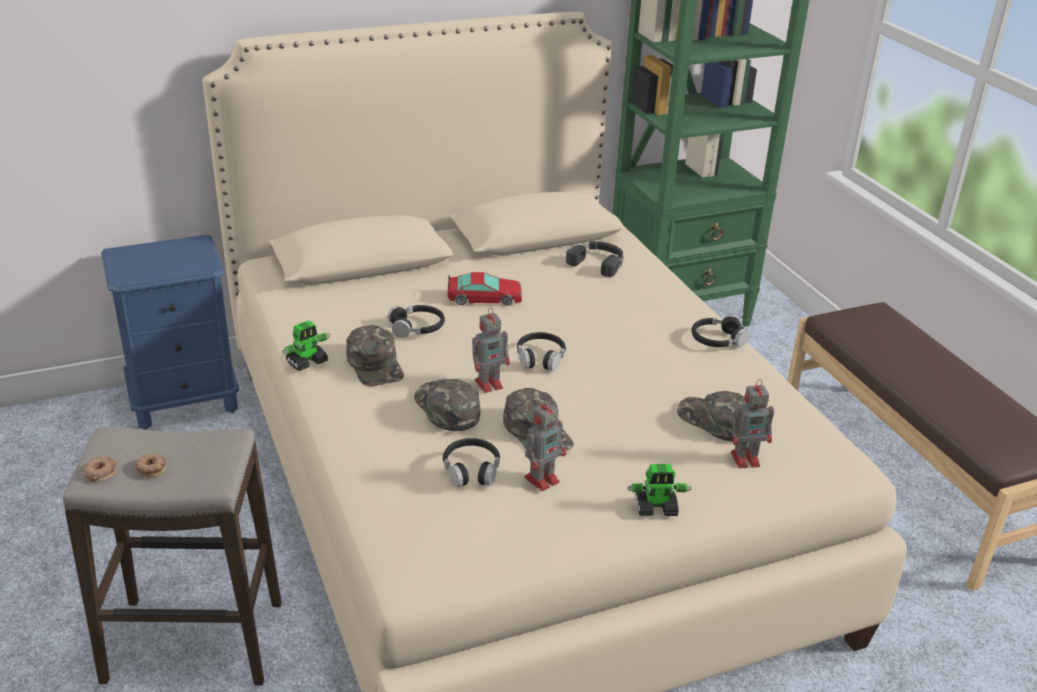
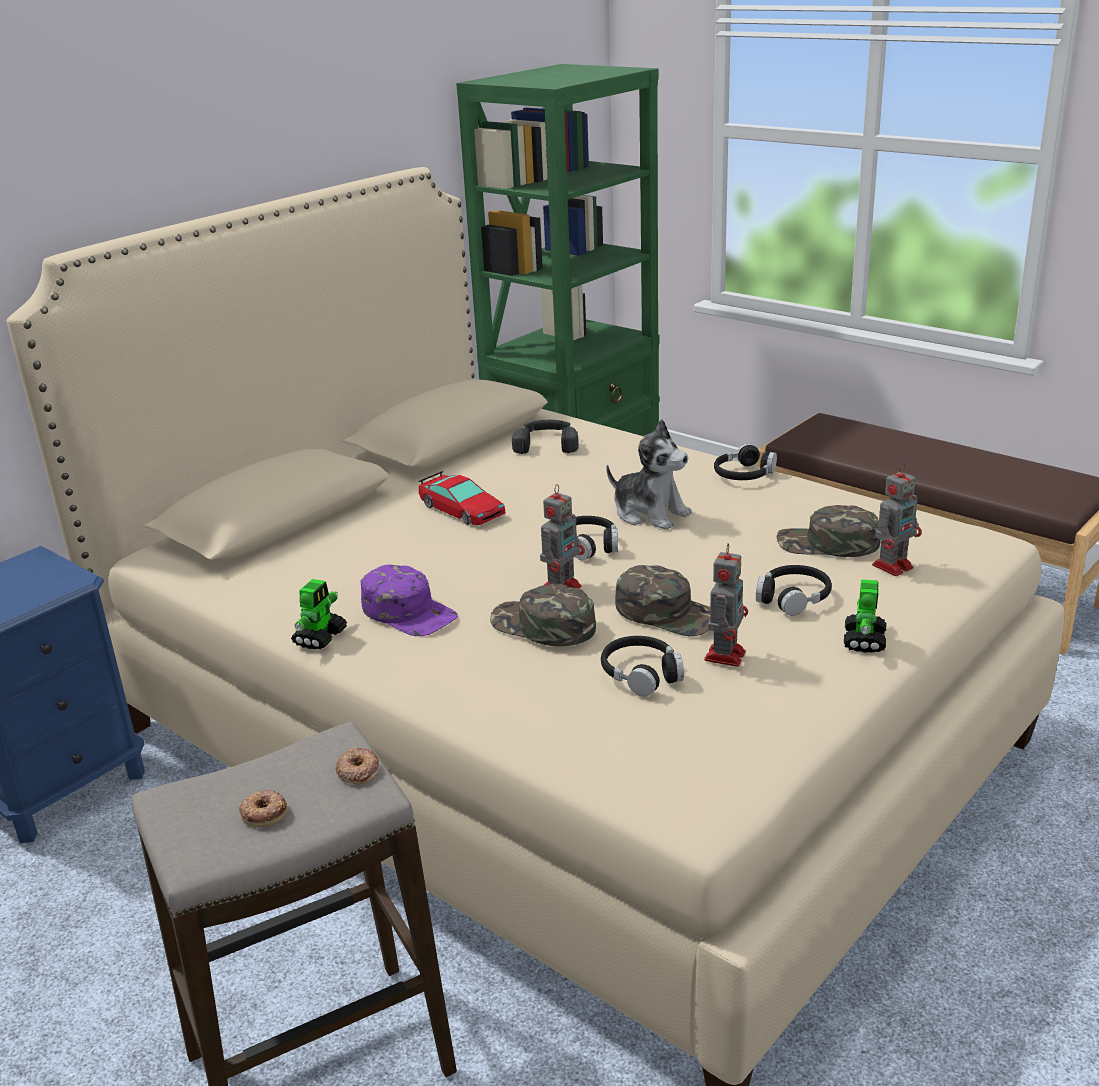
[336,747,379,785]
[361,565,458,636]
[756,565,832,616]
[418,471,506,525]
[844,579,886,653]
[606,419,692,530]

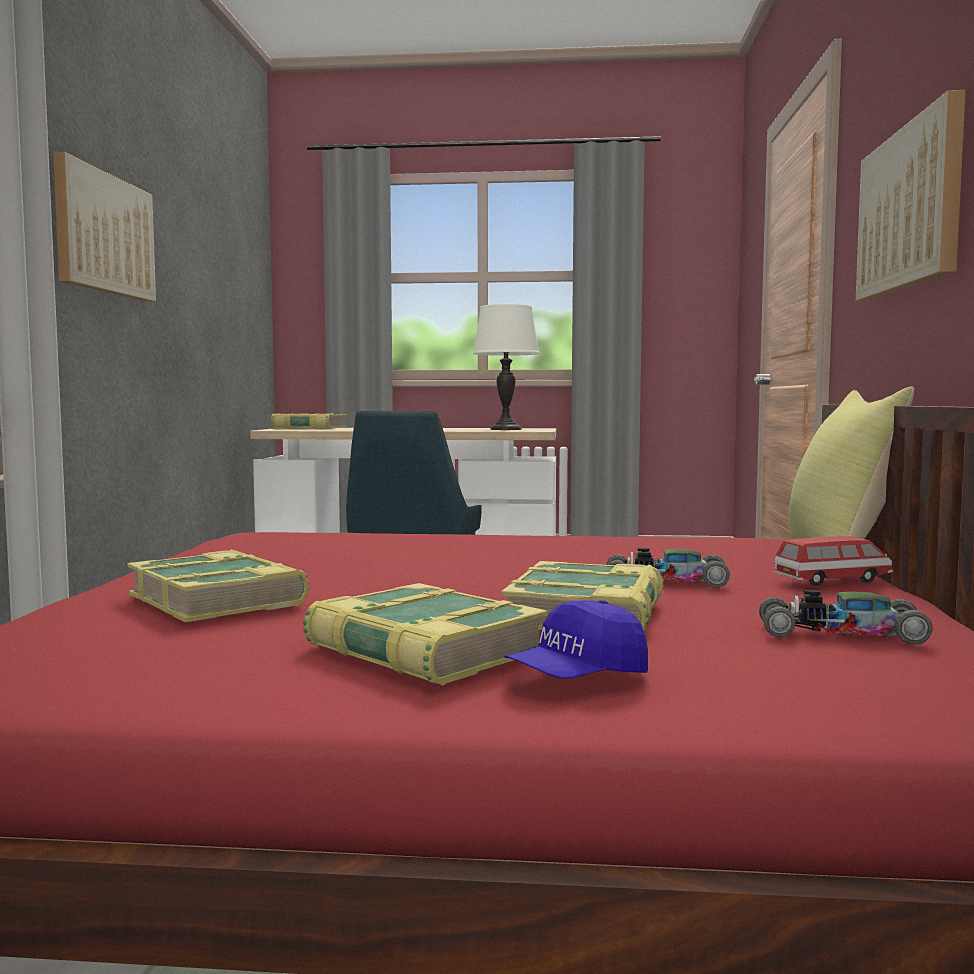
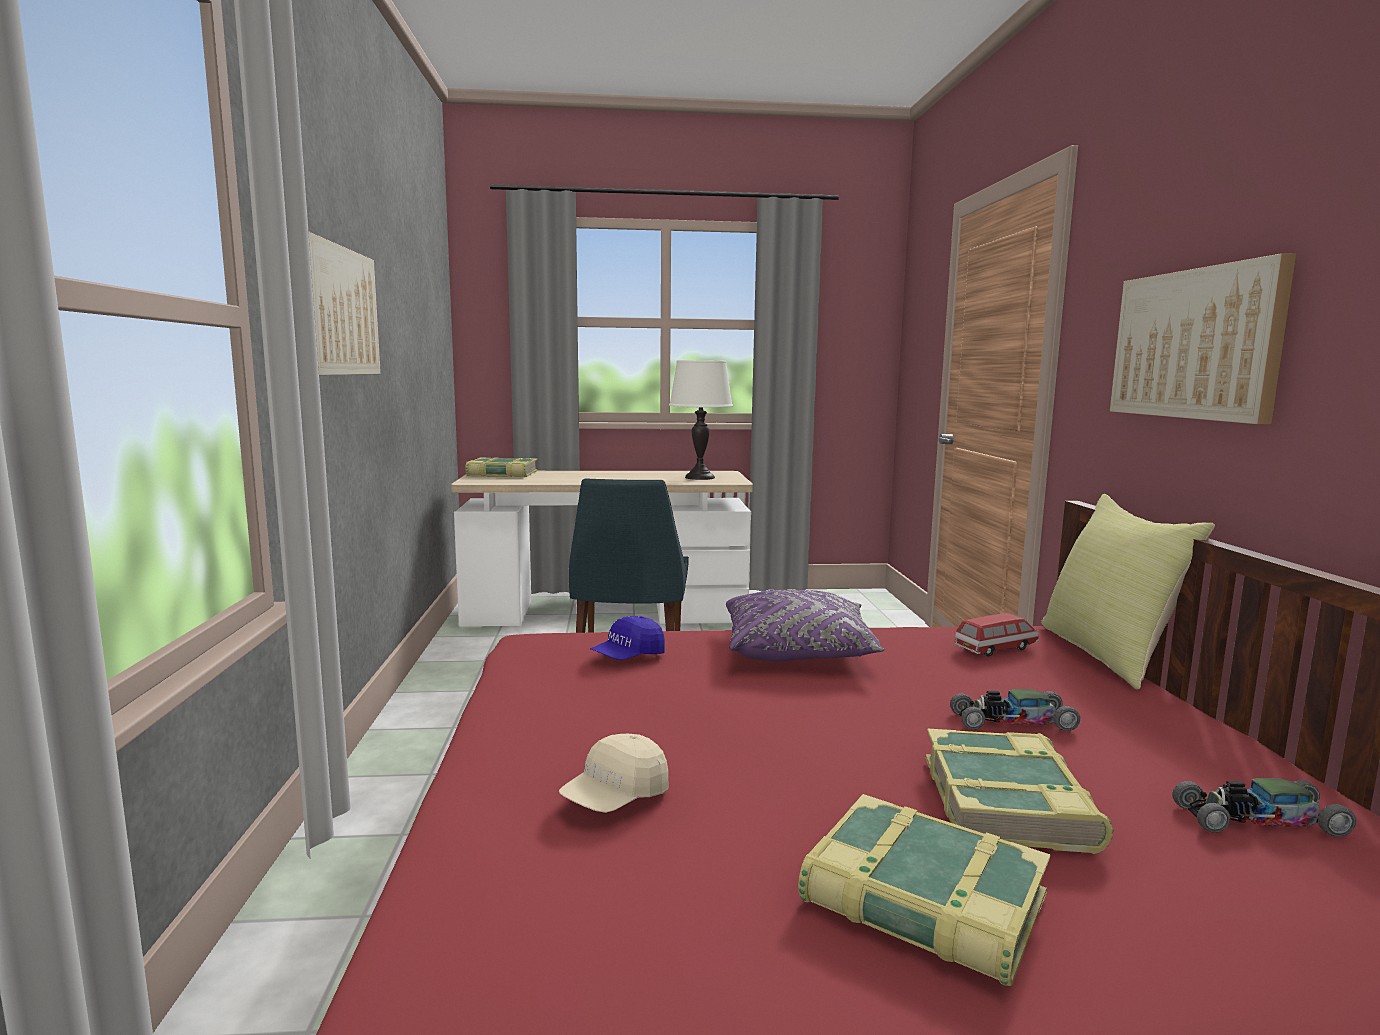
[559,734,668,813]
[590,616,665,660]
[954,613,1039,657]
[726,590,885,662]

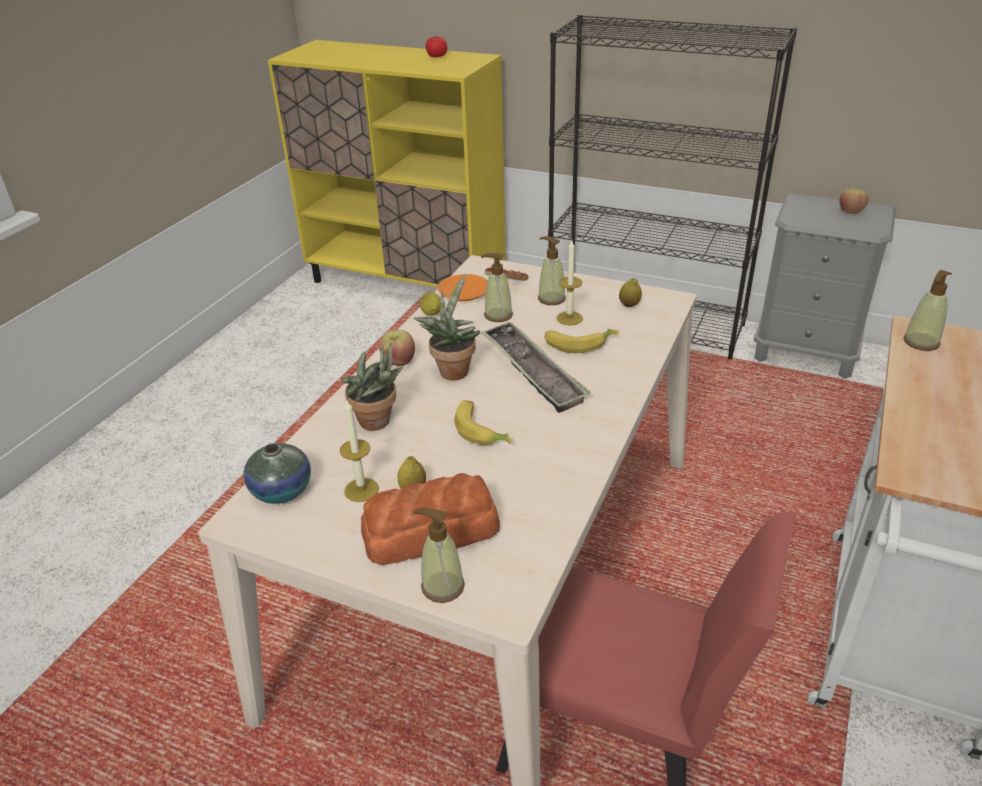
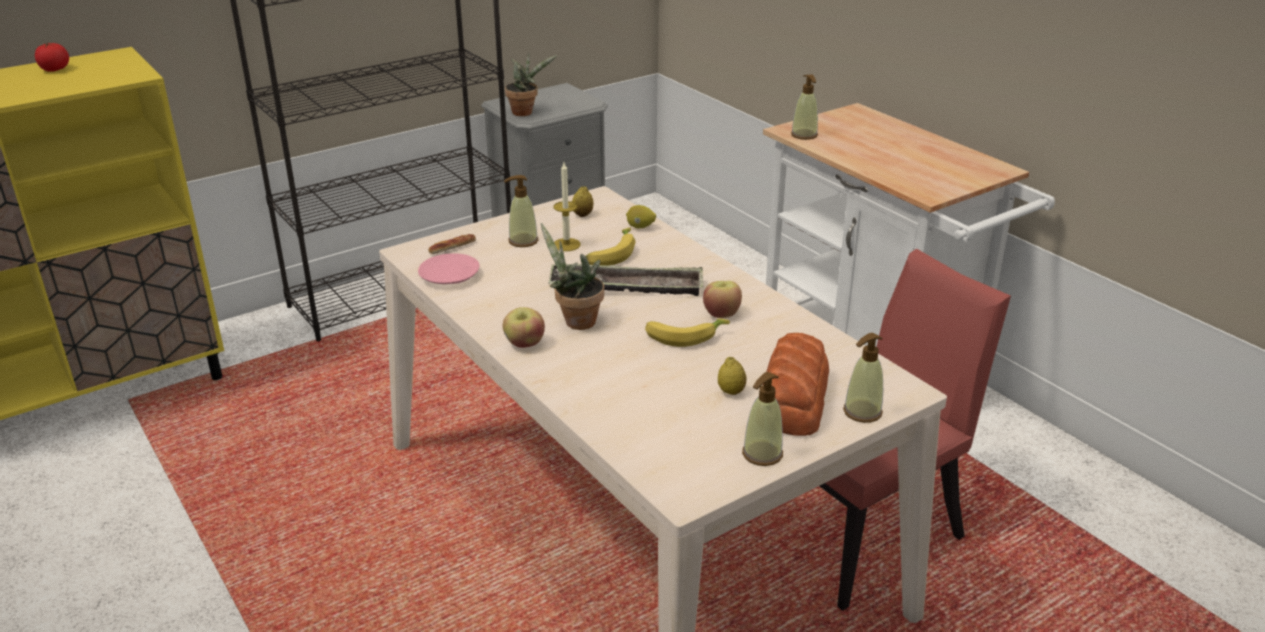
[243,443,311,504] (first image)
[340,401,379,502] (first image)
[505,52,557,116]
[626,205,656,228]
[418,253,479,284]
[742,372,783,466]
[703,281,742,318]

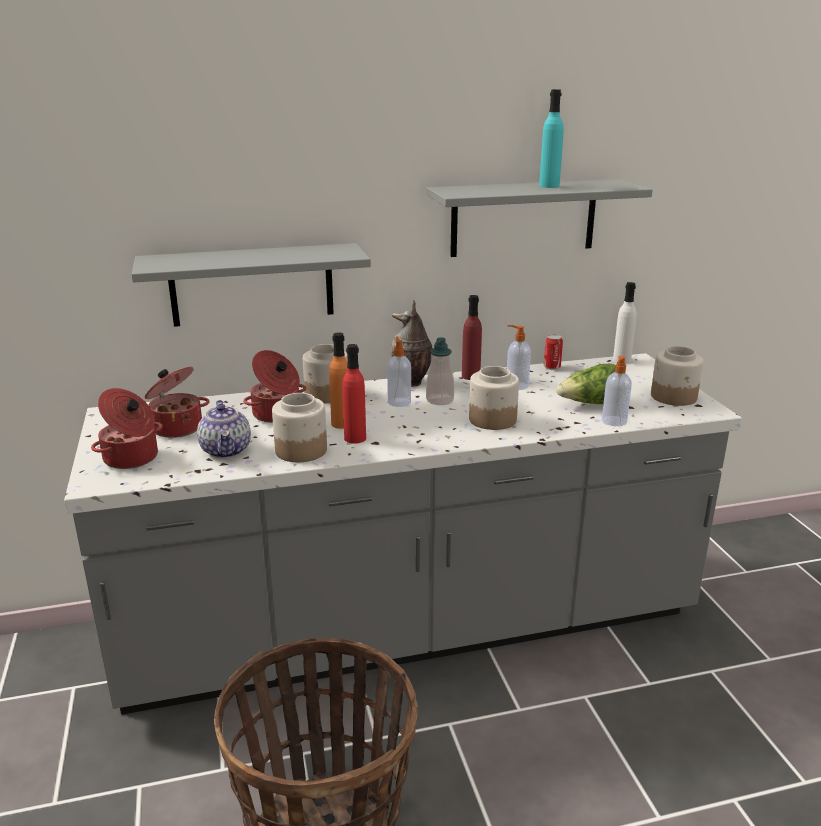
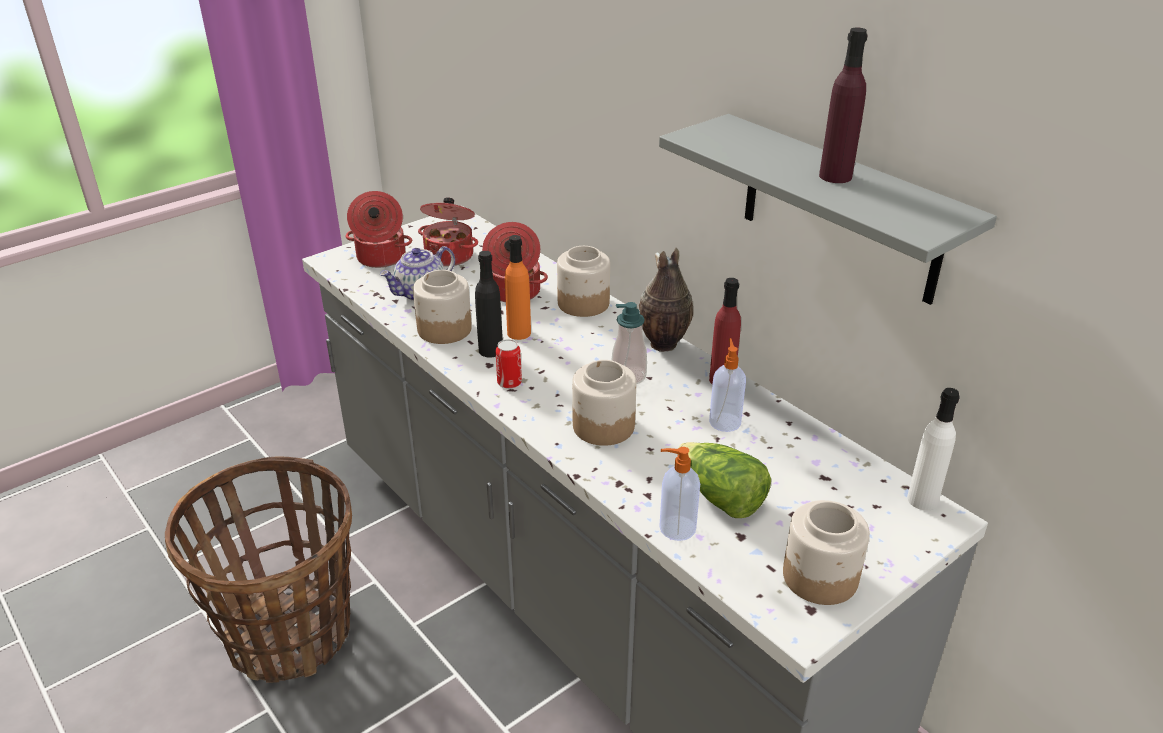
[132,243,371,327] (first image)
[475,251,503,358]
[387,337,411,407] (first image)
[819,28,868,183]
[496,339,522,389]

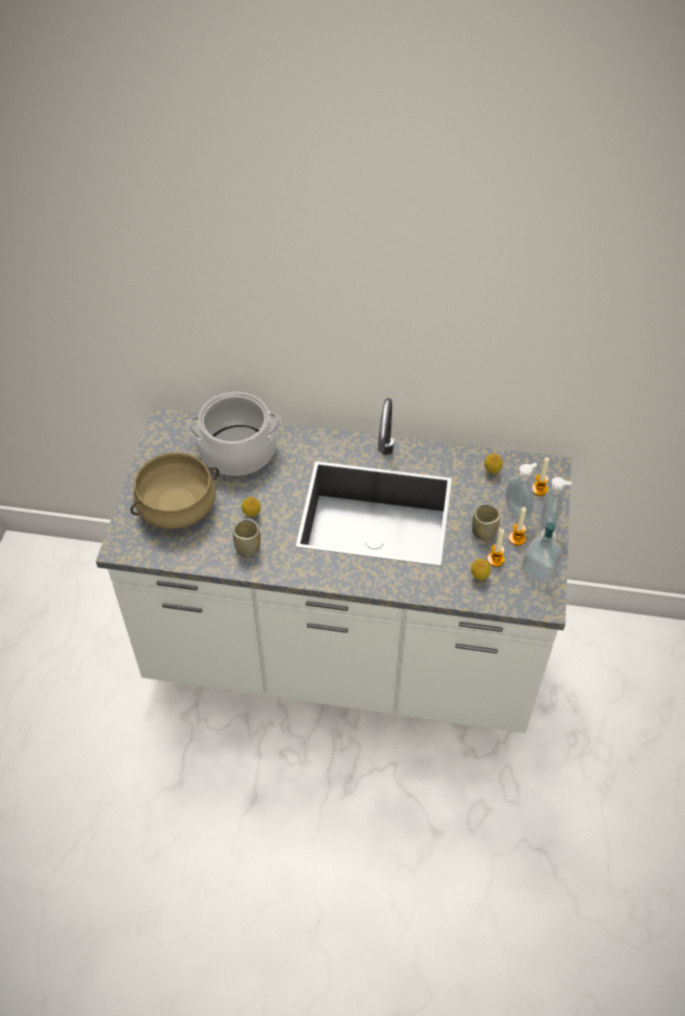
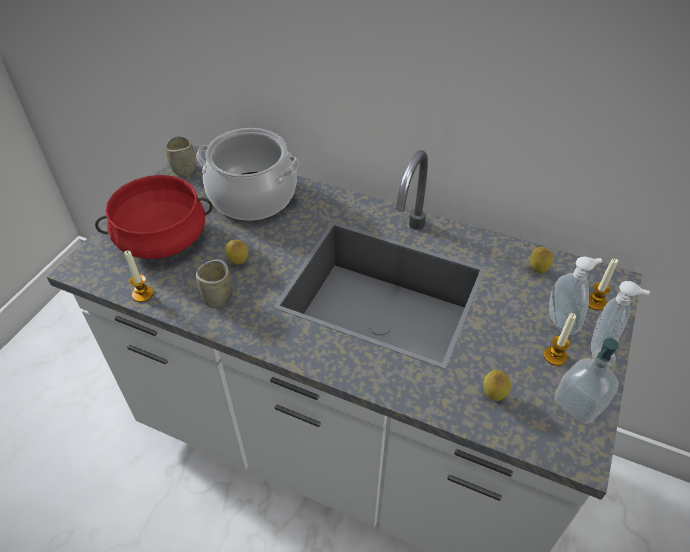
[95,175,213,259]
[166,136,196,177]
[124,250,153,302]

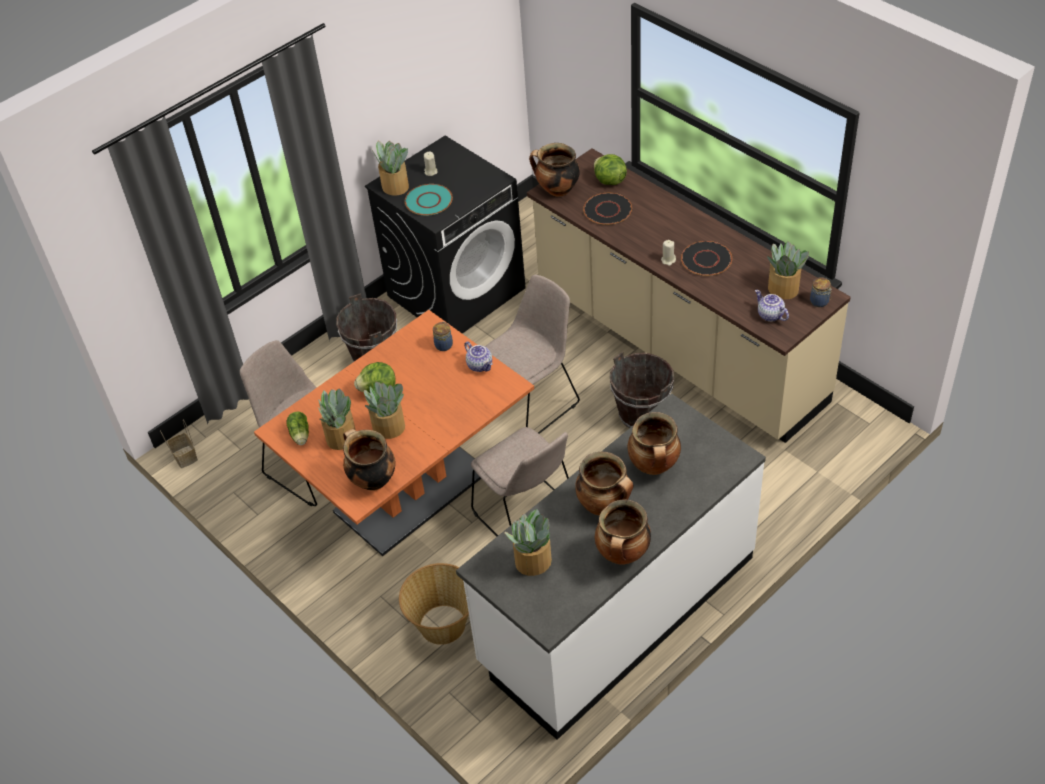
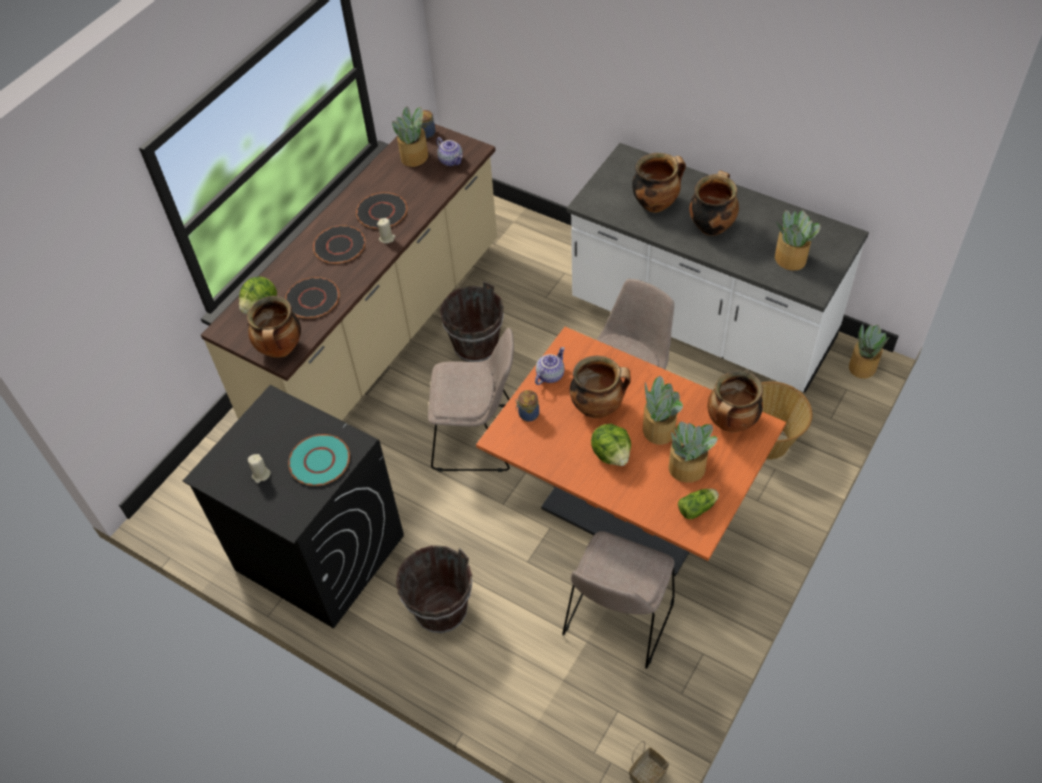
[849,324,889,378]
[428,328,514,472]
[570,356,631,418]
[436,137,463,166]
[313,225,365,263]

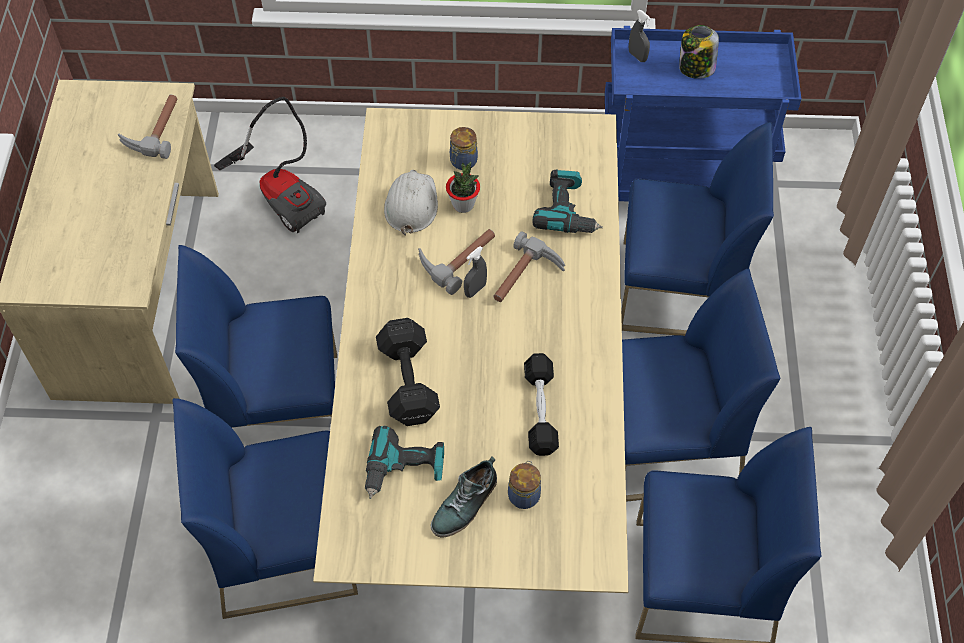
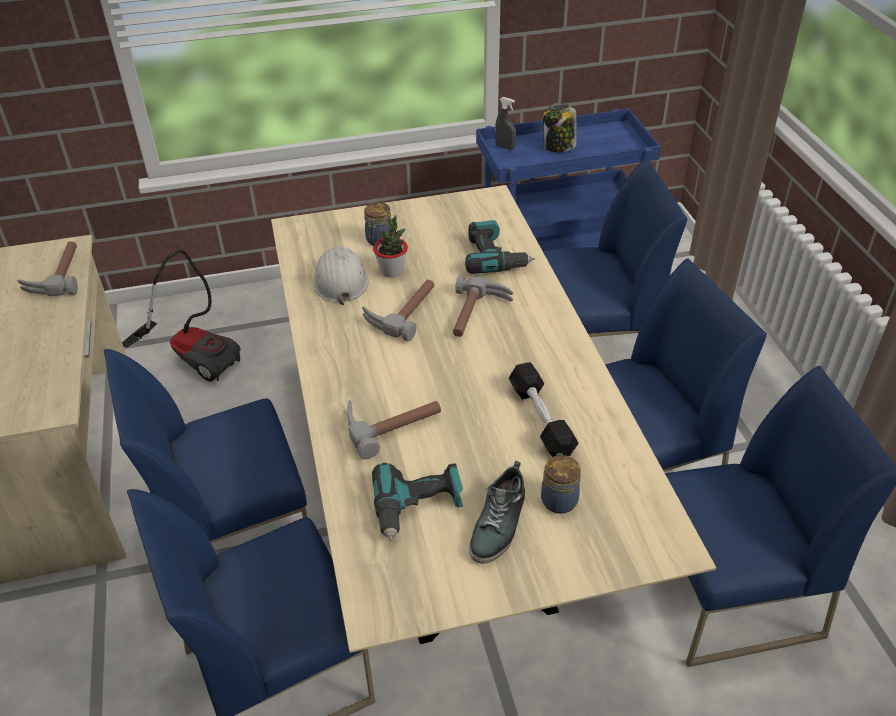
[347,400,441,459]
[464,246,487,298] (first image)

